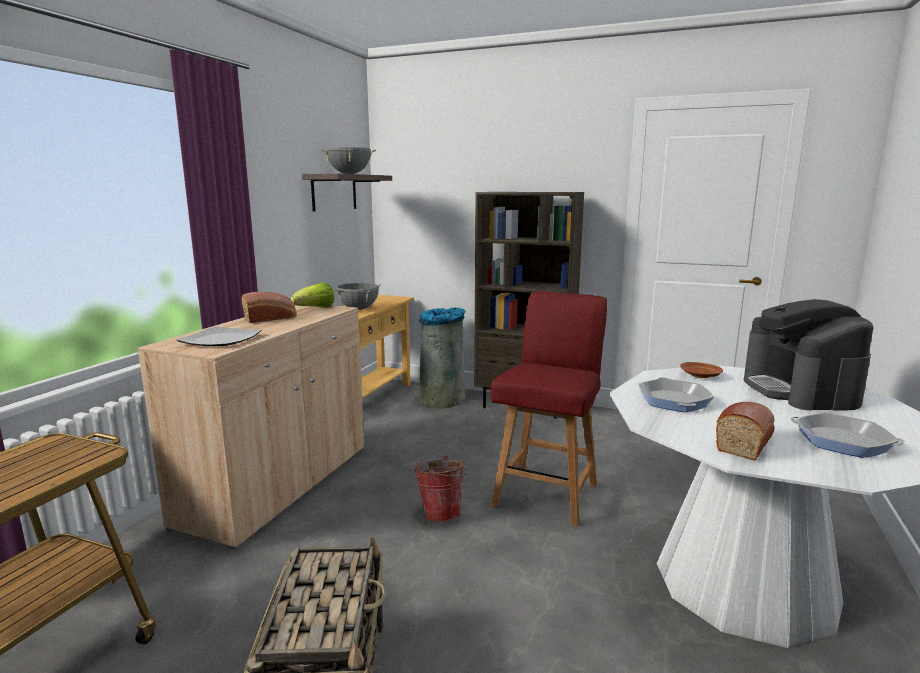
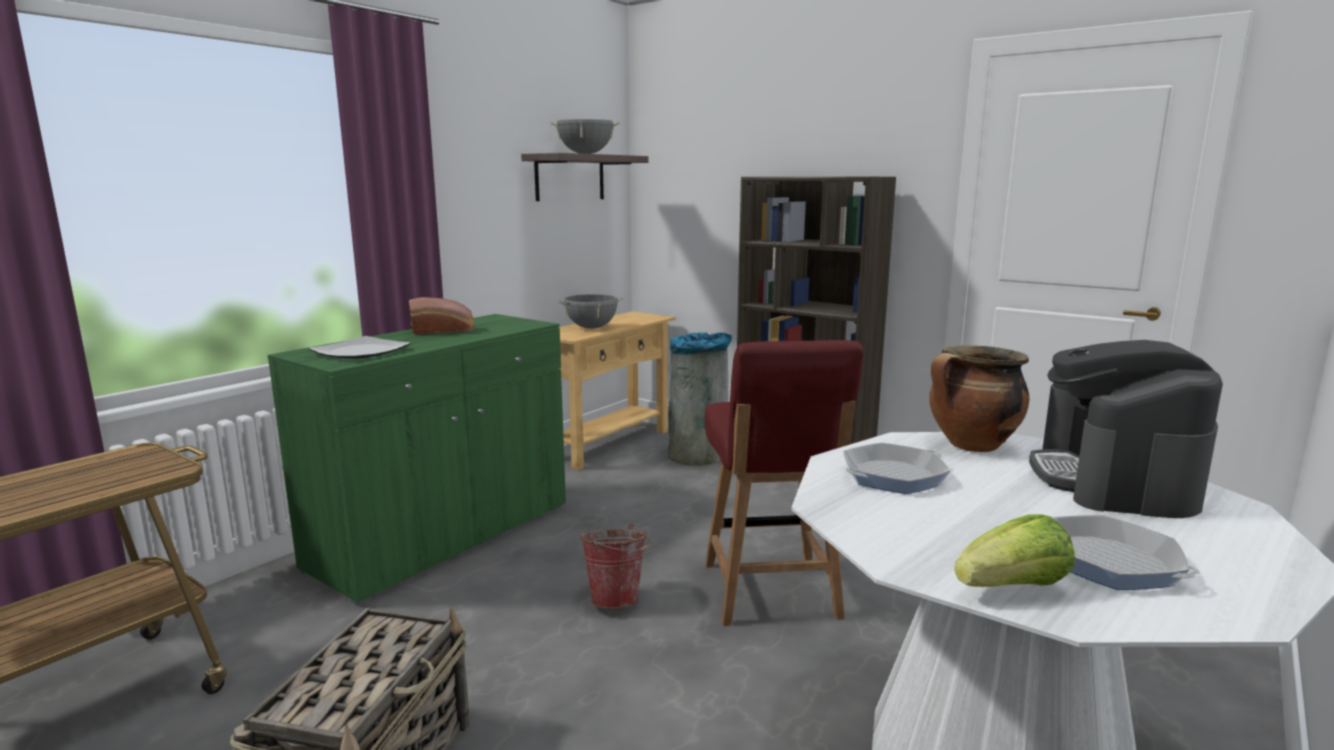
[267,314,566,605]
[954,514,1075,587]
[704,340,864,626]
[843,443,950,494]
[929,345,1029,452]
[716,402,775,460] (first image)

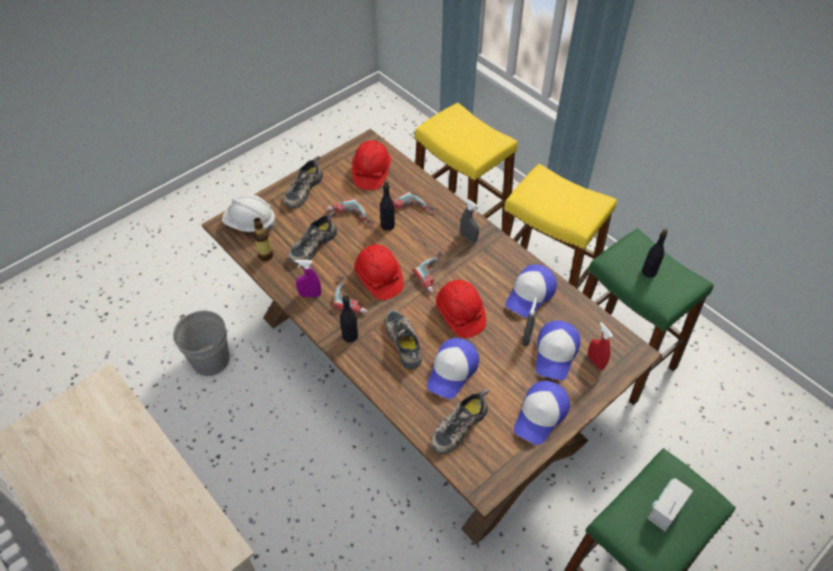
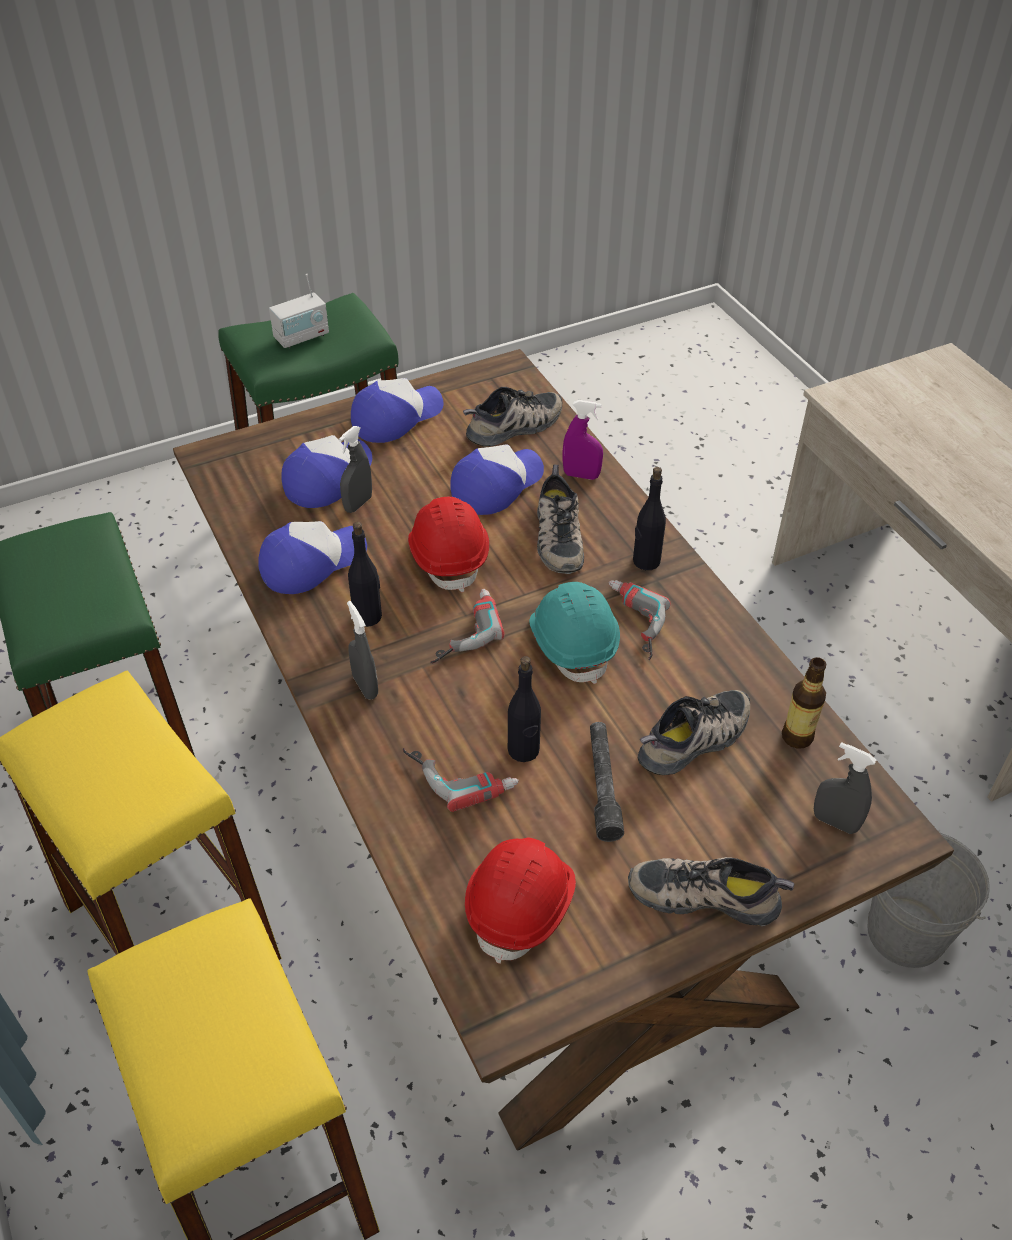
[814,742,876,834]
[628,857,795,926]
[563,400,603,480]
[590,722,624,842]
[529,582,620,684]
[588,322,613,370] (first image)
[348,522,382,627]

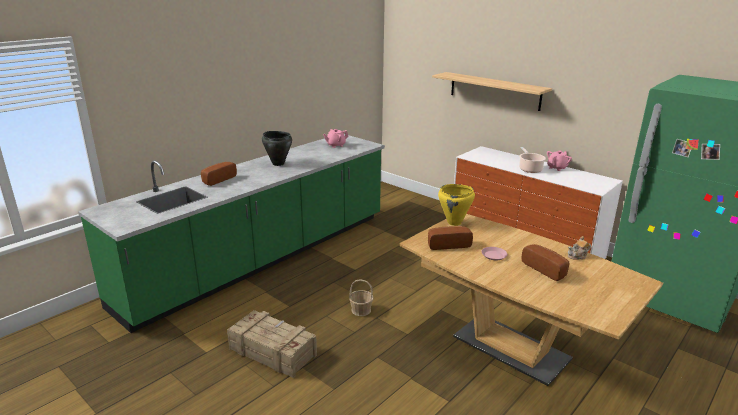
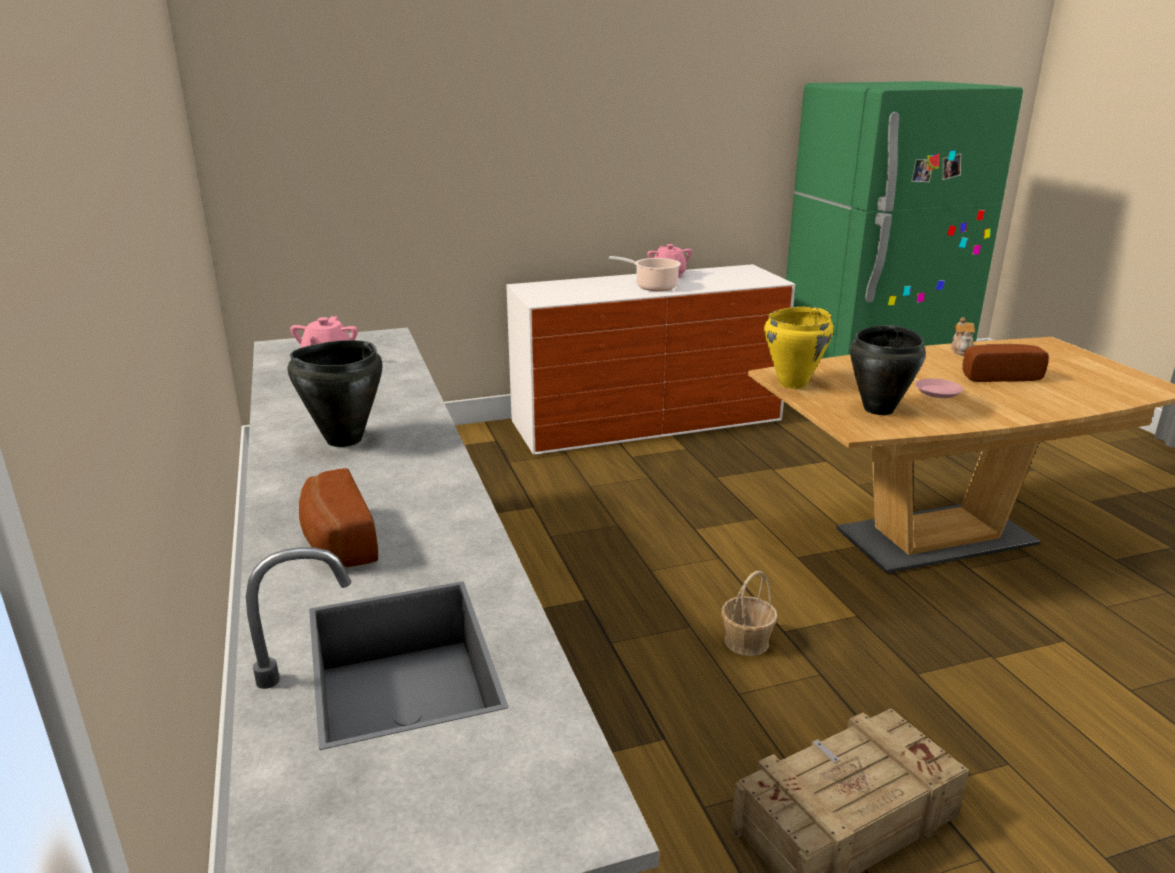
[850,325,926,415]
[432,72,552,111] (first image)

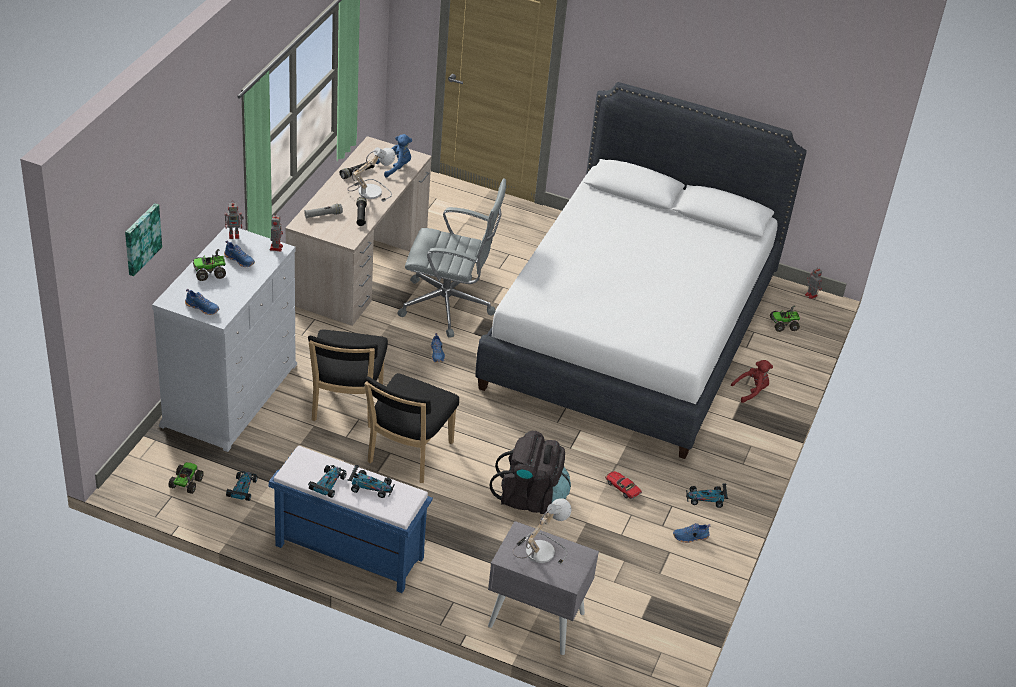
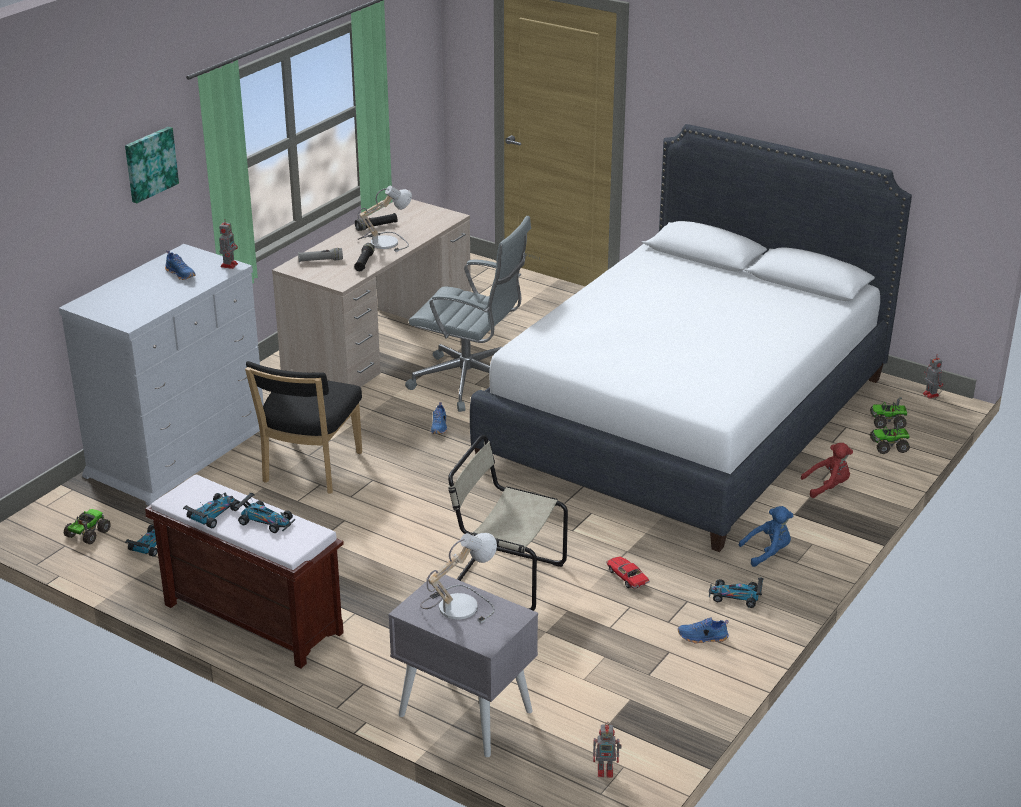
[125,127,179,203]
[185,289,219,315] (first image)
[870,420,910,454]
[593,722,622,778]
[145,475,344,668]
[364,373,459,483] (first image)
[738,506,793,567]
[448,435,568,611]

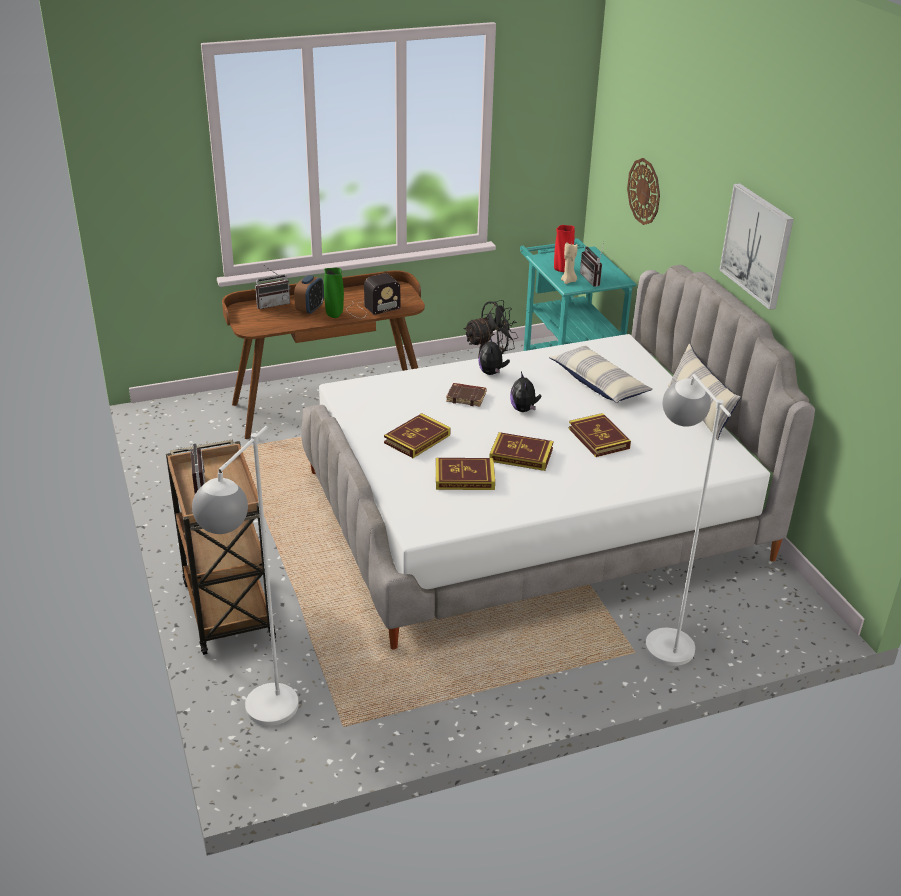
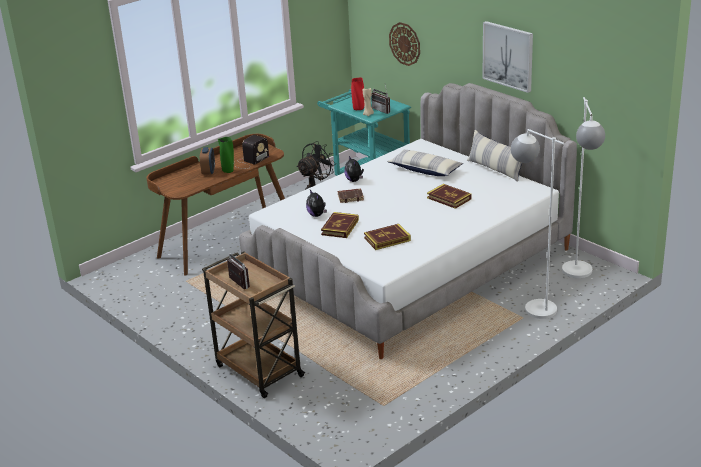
[562,97,605,278]
[255,266,290,309] (first image)
[489,432,554,471] (first image)
[306,190,327,217]

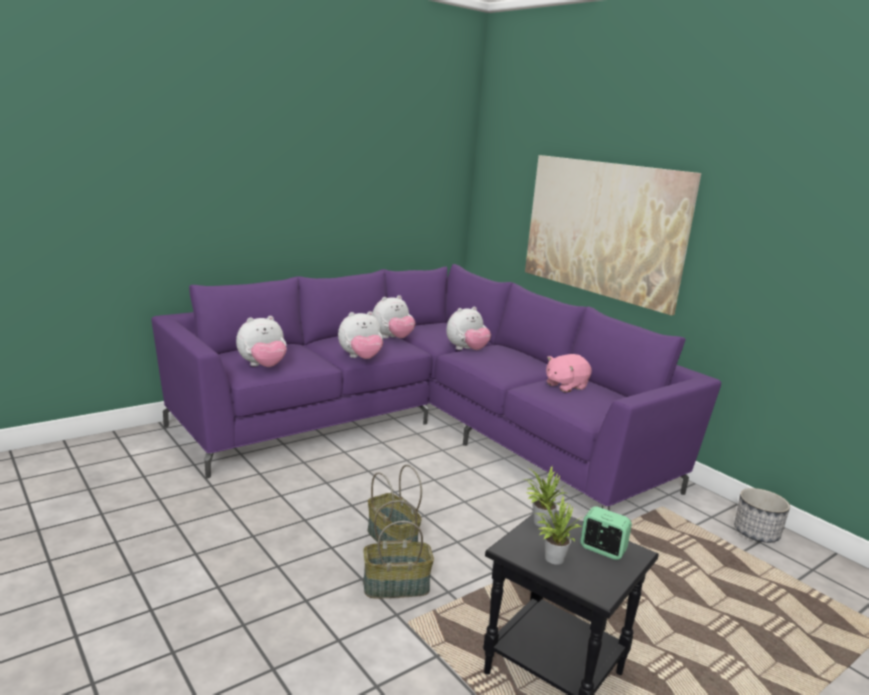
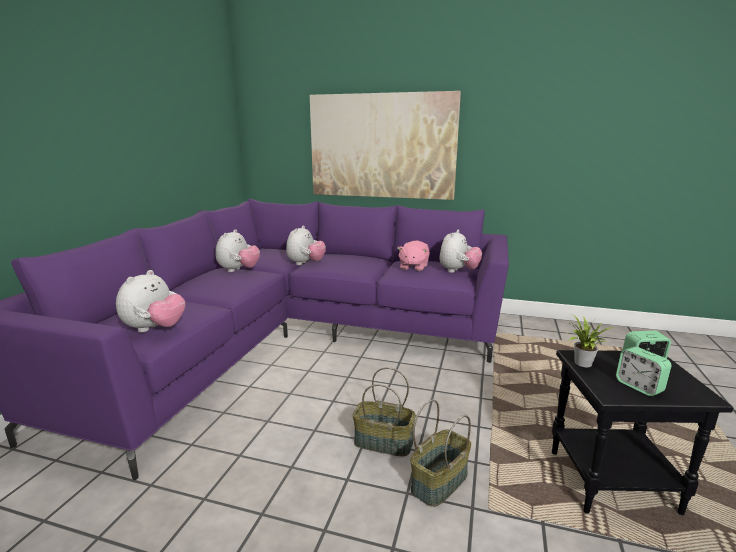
[439,230,482,273]
[616,347,672,396]
[734,488,790,543] (first image)

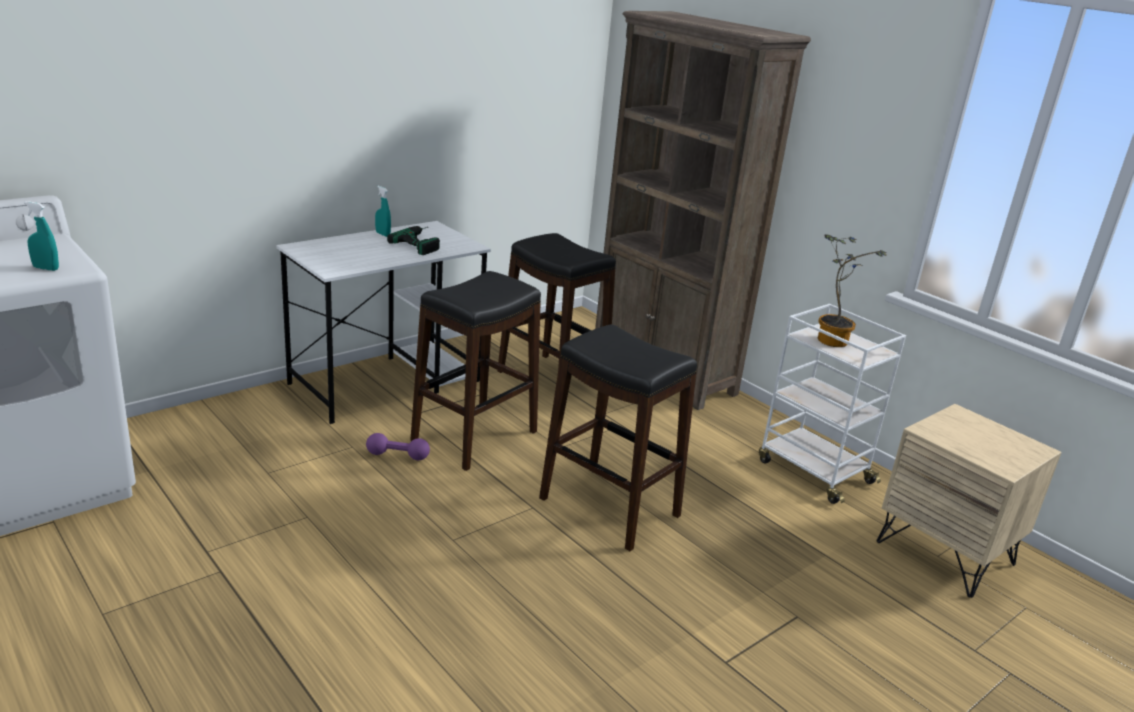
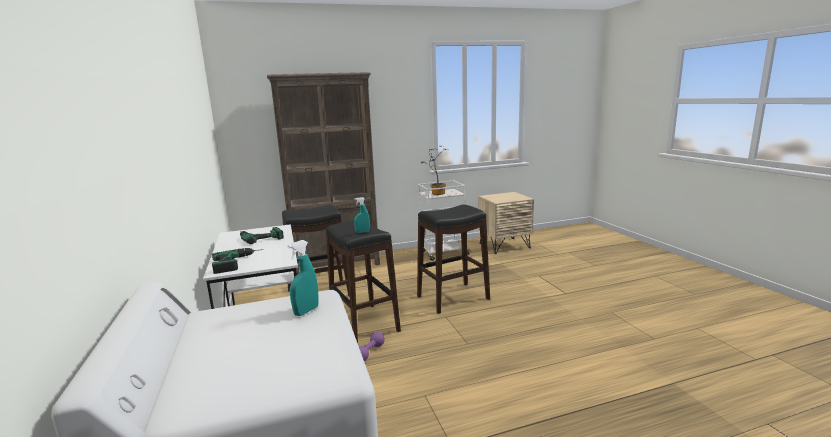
[354,197,370,233]
[212,248,264,274]

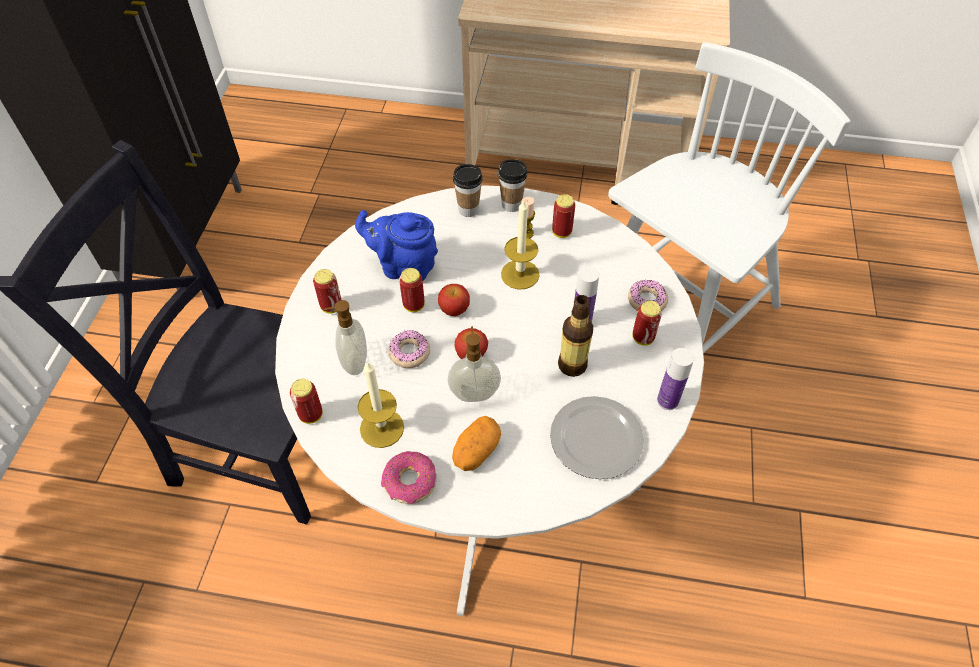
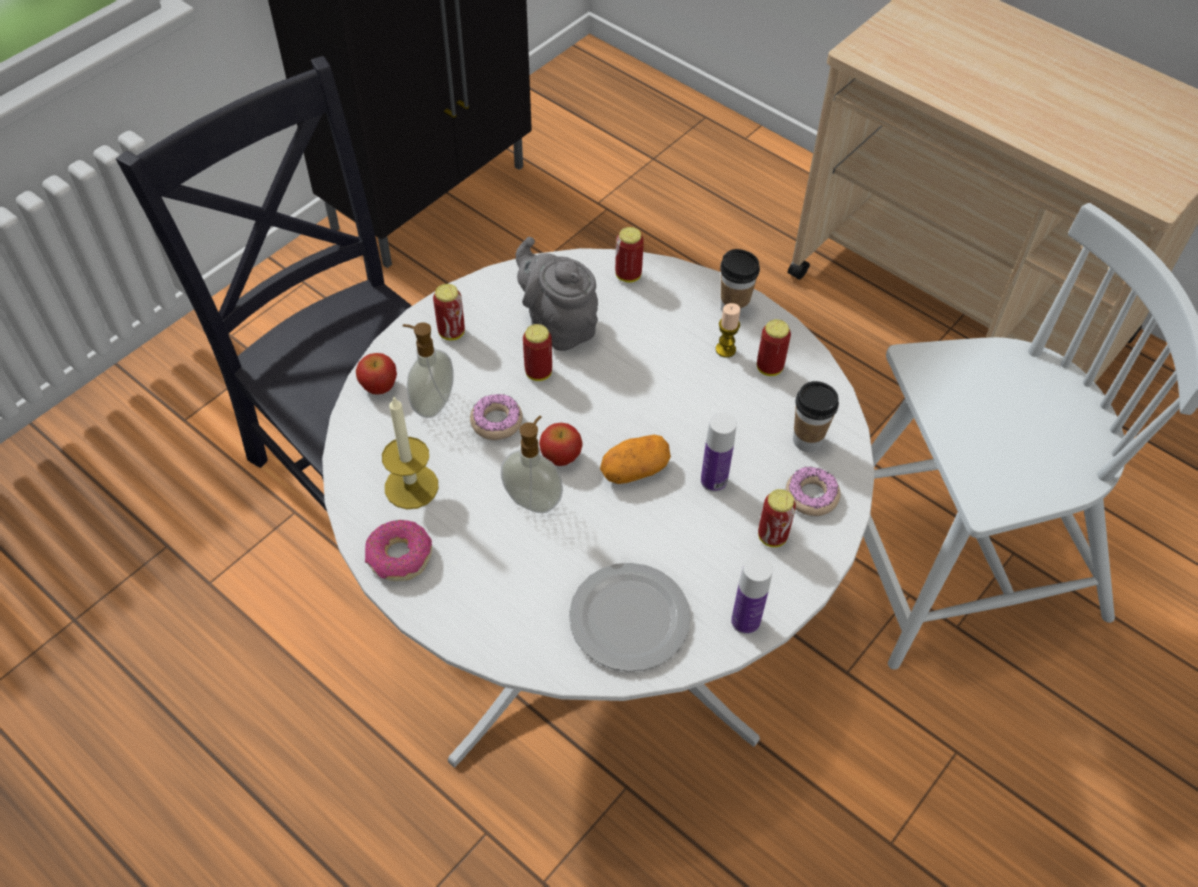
[615,227,644,283]
[516,237,598,351]
[356,353,397,395]
[600,435,671,484]
[793,381,839,452]
[501,199,539,290] (first image)
[558,295,593,377] (first image)

